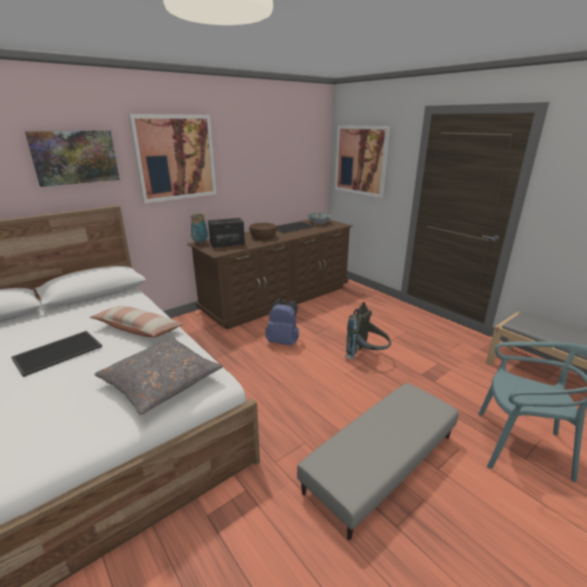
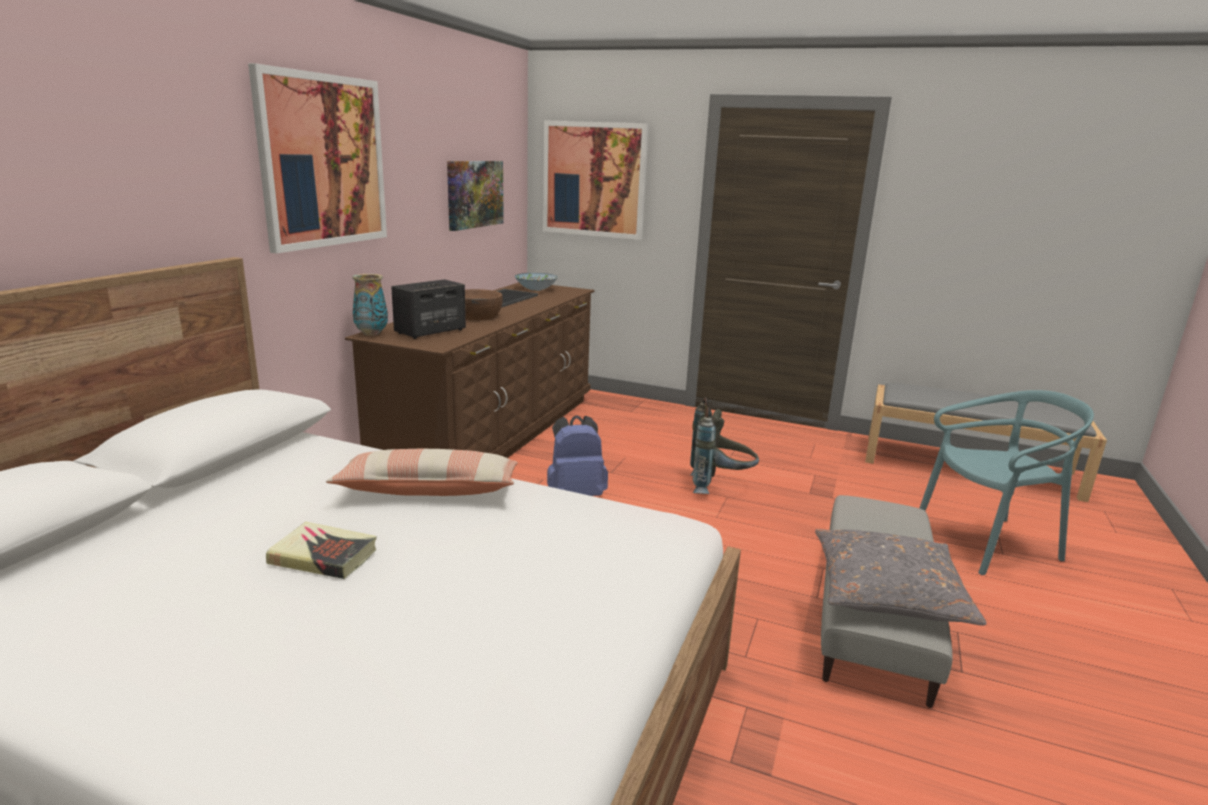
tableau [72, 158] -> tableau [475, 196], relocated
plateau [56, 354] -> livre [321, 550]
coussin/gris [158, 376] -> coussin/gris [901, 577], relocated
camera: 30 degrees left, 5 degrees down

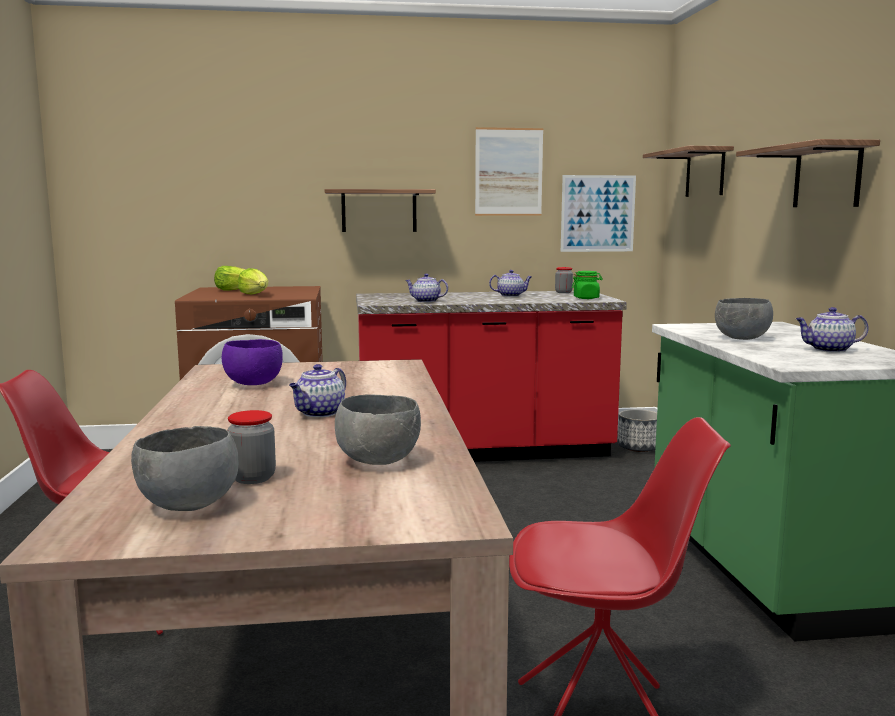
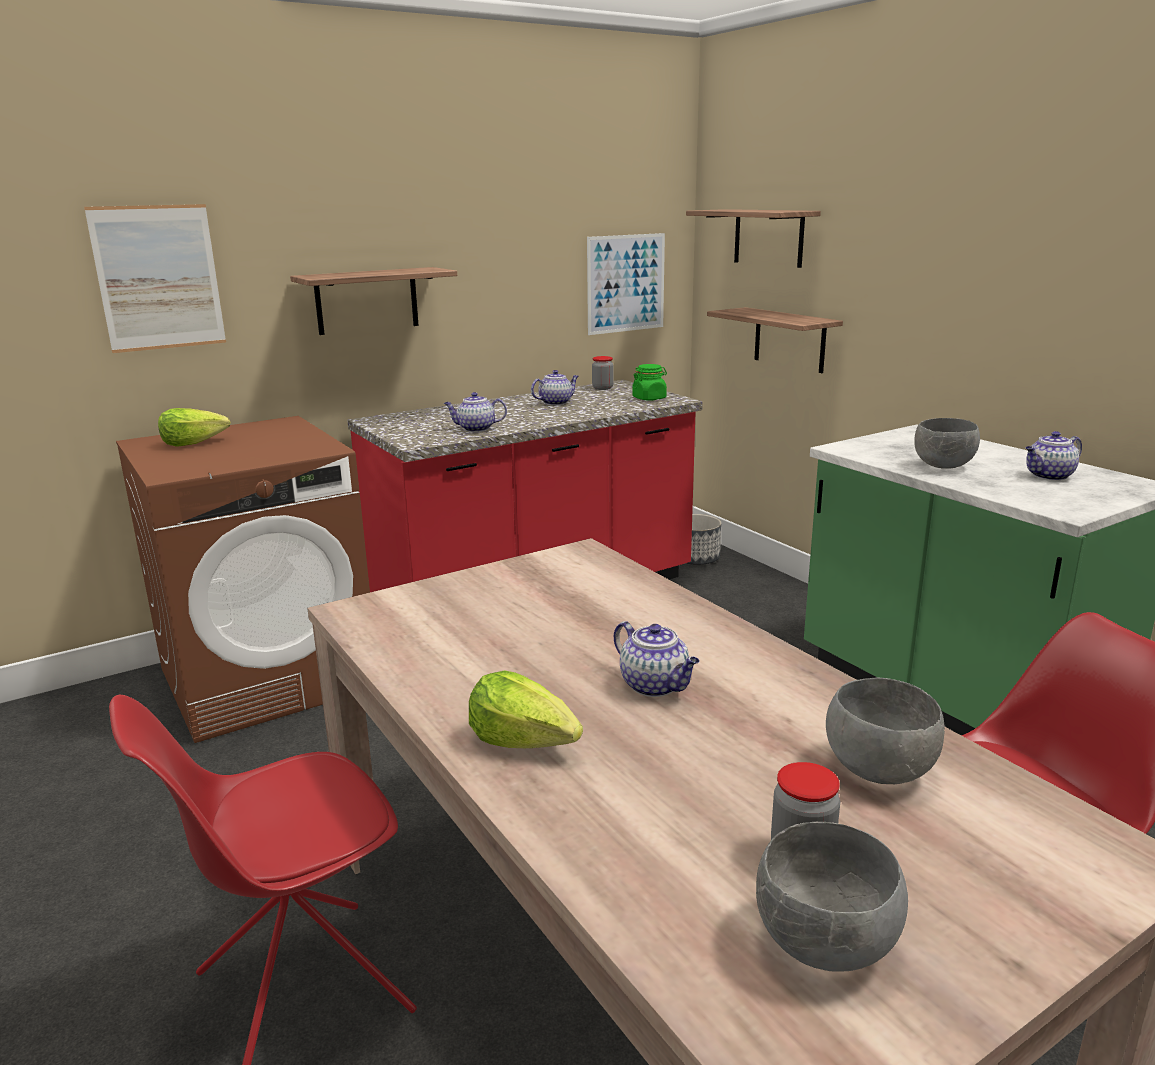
tableau [509, 171] -> tableau [155, 278], relocated
étagère [808, 173] -> étagère [775, 340], relocated
laitue [253, 281] -> laitue [526, 709], relocated
bol/violet [252, 362] -> none
théière [317, 390] -> théière [657, 659], 45 degrees counterclockwise
camera: 25 degrees left, 10 degrees up

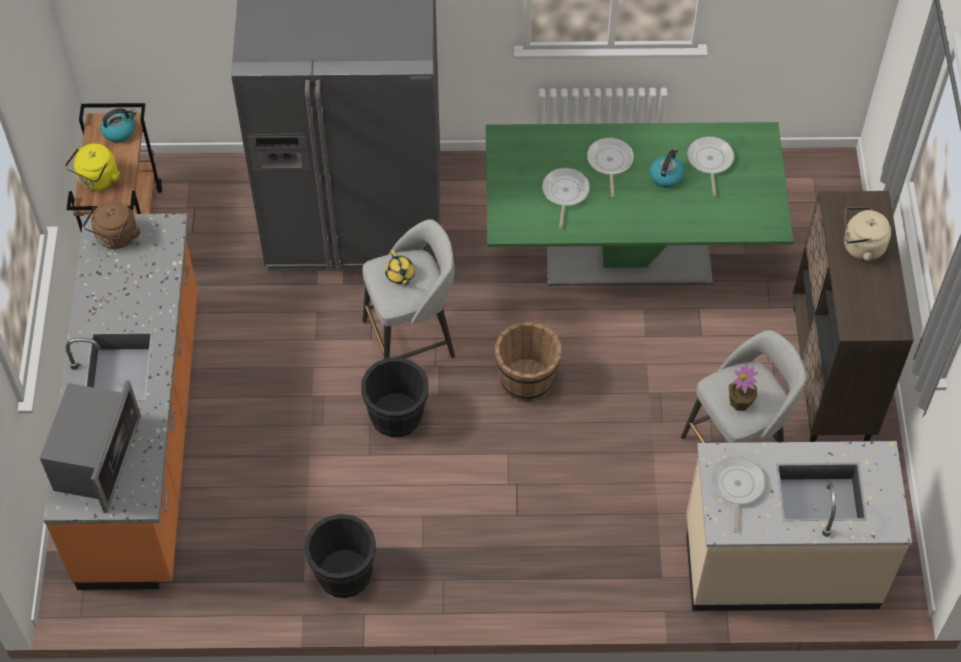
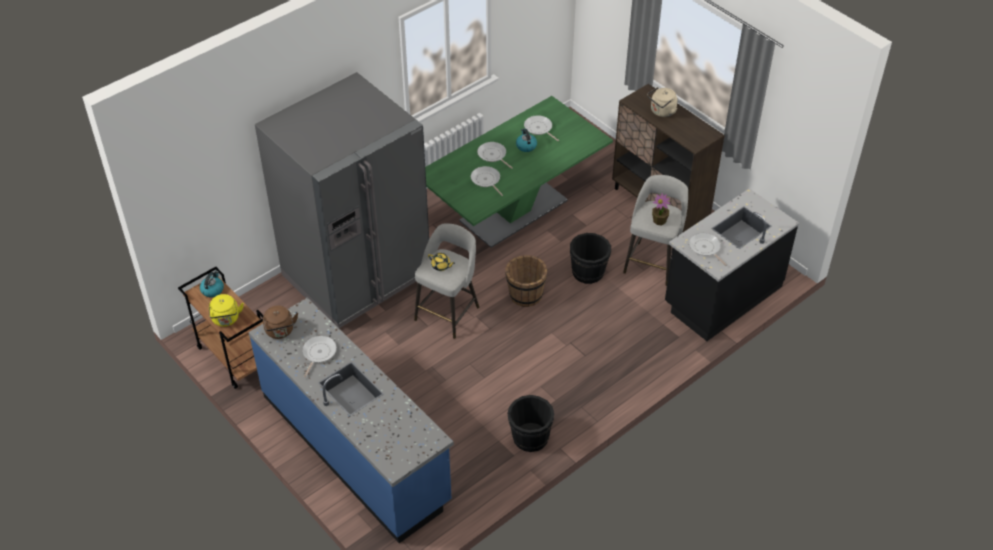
comptoir de cuisine/orange [120, 401] -> comptoir de cuisine/bleu [351, 420]
seau/noir [395, 397] -> seau/noir [590, 258], relocated
micro-ondes [90, 446] -> none
comptoir de cuisine/beige [799, 526] -> comptoir de cuisine/noir [732, 264]
none -> poêle [319, 356]
camera: 40 degrees left, 10 degrees down

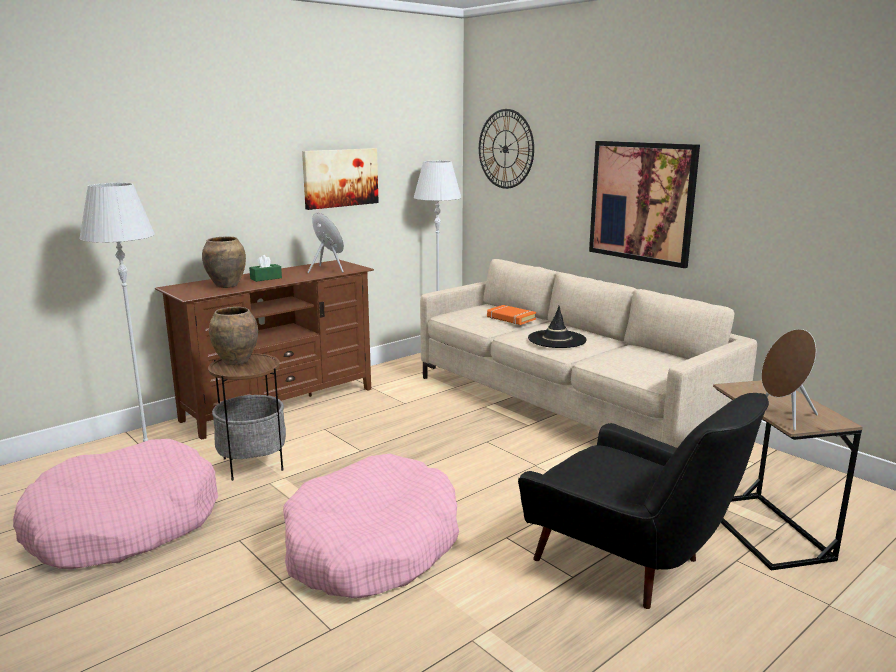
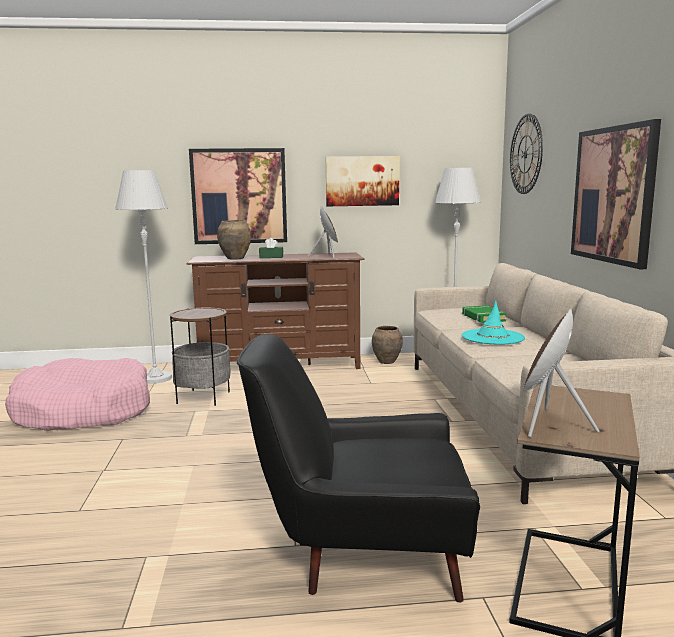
livre/orange [511, 315] -> livre/vert [484, 314]
chapeau/noir [557, 327] -> chapeau/turquoise [493, 323]
vase/marron [233, 336] -> vase/marron [387, 345], relocated
fauteuil/noir [643, 501] -> fauteuil/noir [358, 468], 105 degrees clockwise
panier pour chien/rose [371, 526] -> none
none -> tableau [238, 196]
camera: 35 degrees right, 5 degrees down

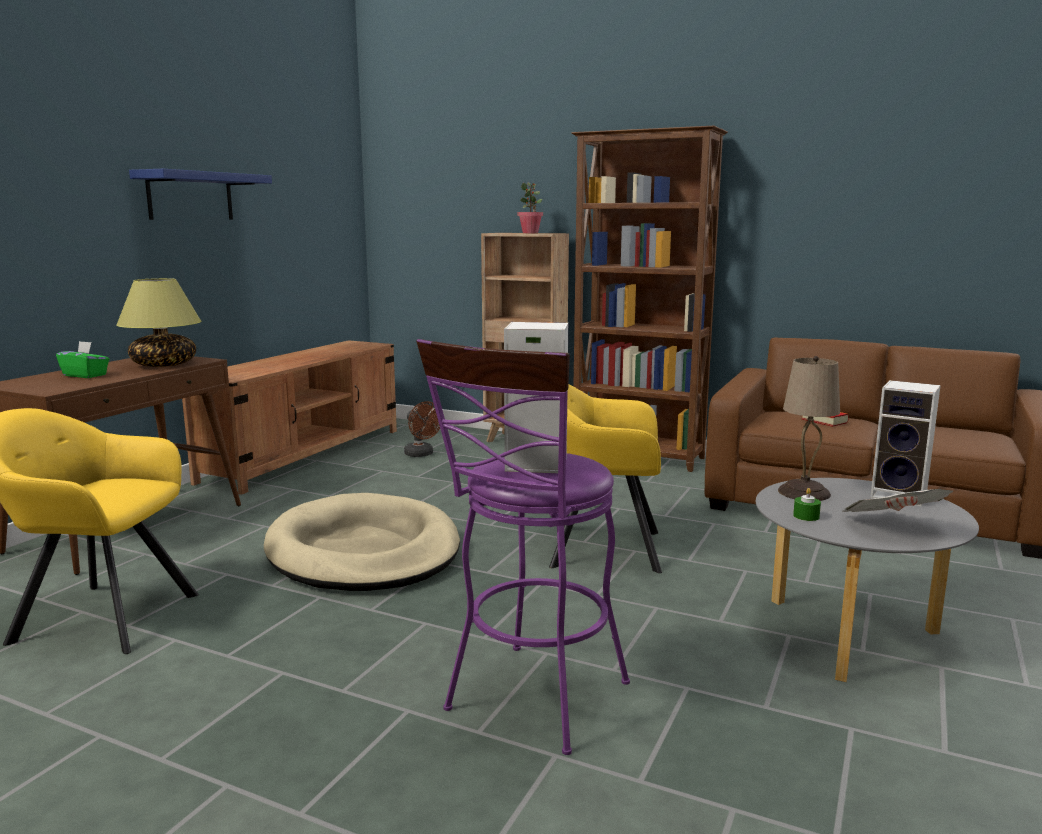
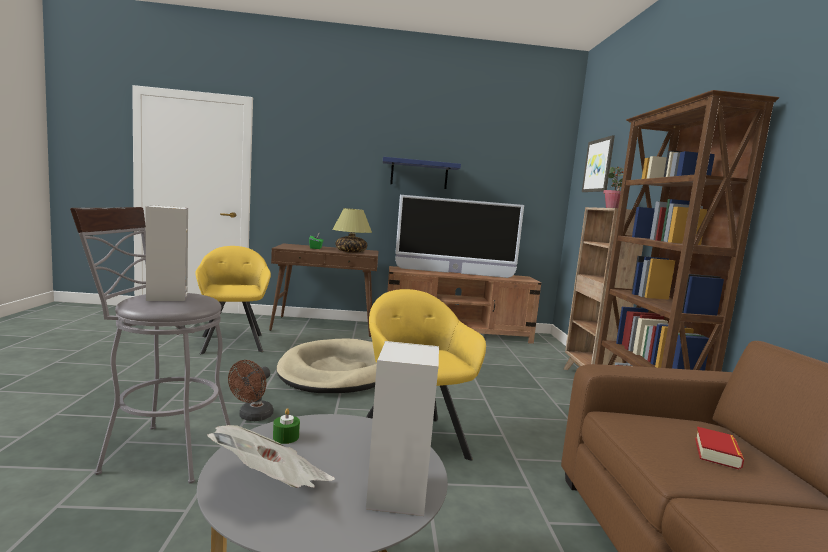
tabouret/violet [523, 547] -> tabouret/gris [150, 345]
lampe de table/beige [809, 428] -> none
ventilateur/marron [422, 429] -> ventilateur/marron [250, 390], relocated
none -> tableau [598, 163]
none -> téléviseur [459, 236]
camera: 60 degrees right, 5 degrees down

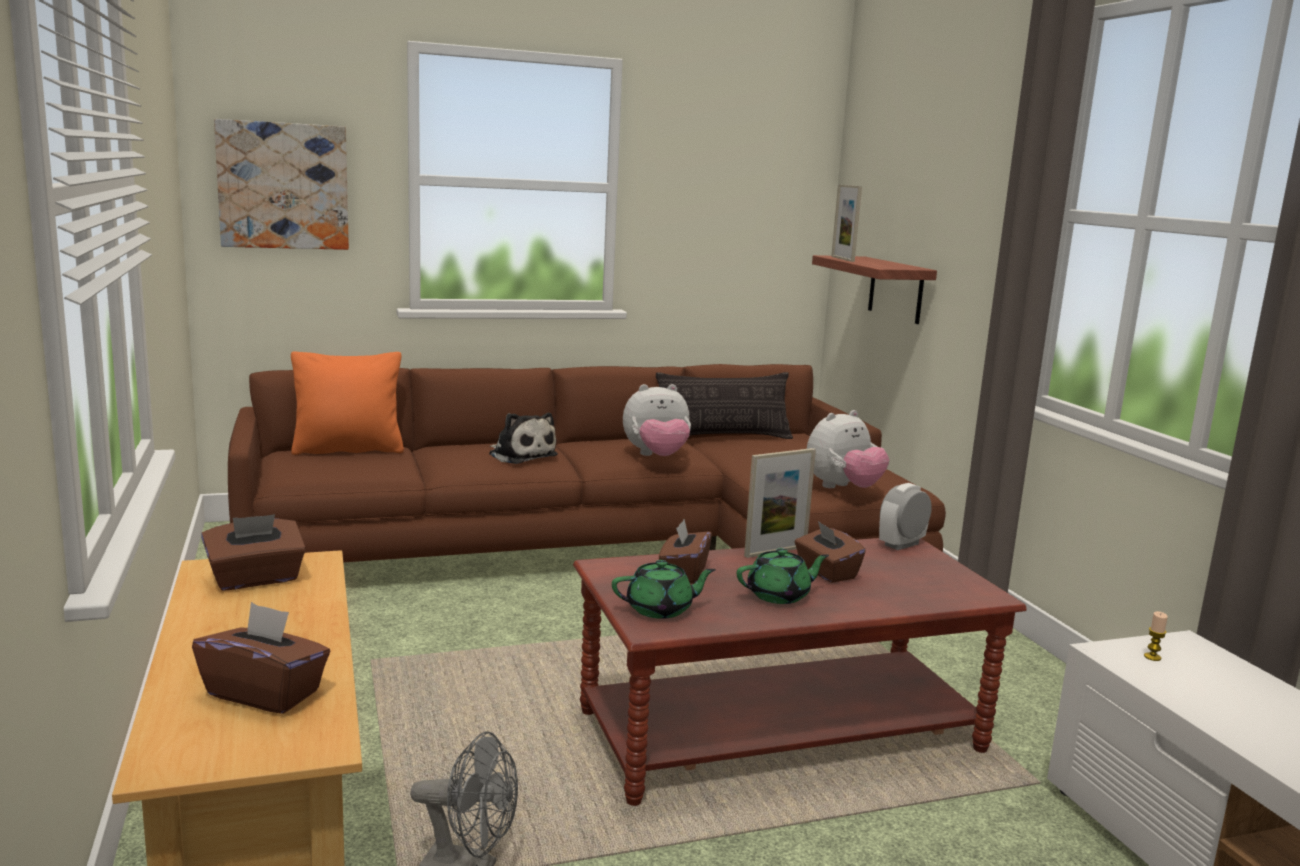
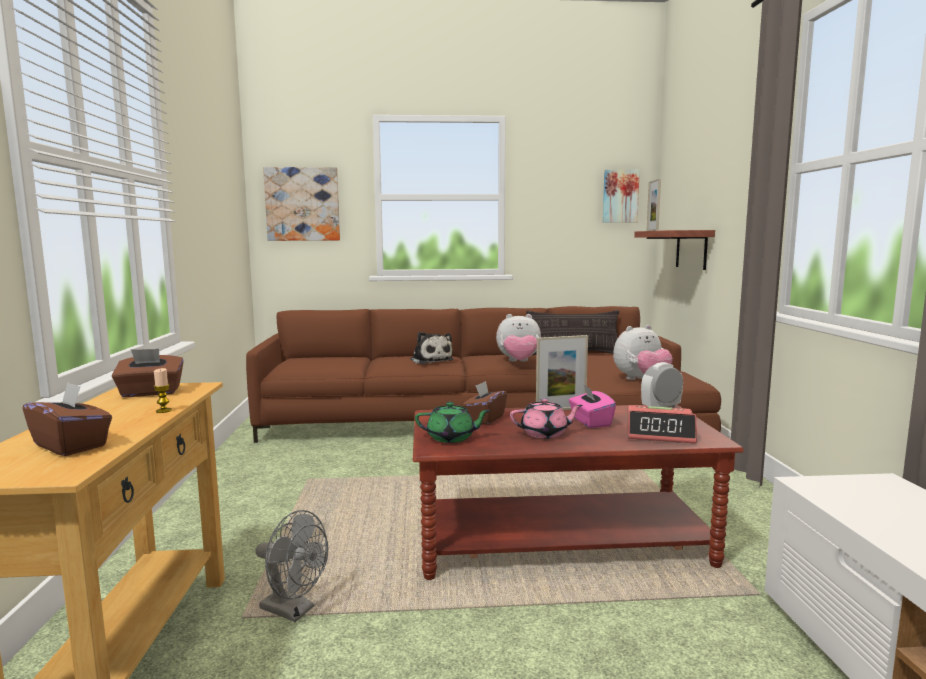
coussin/orange [347, 403] -> none
boîte à mouchoirs/marron [830, 552] -> boîte à mouchoirs/rose [592, 406]
théière/vert [783, 576] -> théière/rose [546, 418]
bougie [1156, 636] -> bougie [163, 390], relocated
none -> tableau [621, 196]
none -> réveil [662, 424]
camera: 15 degrees right, 5 degrees down

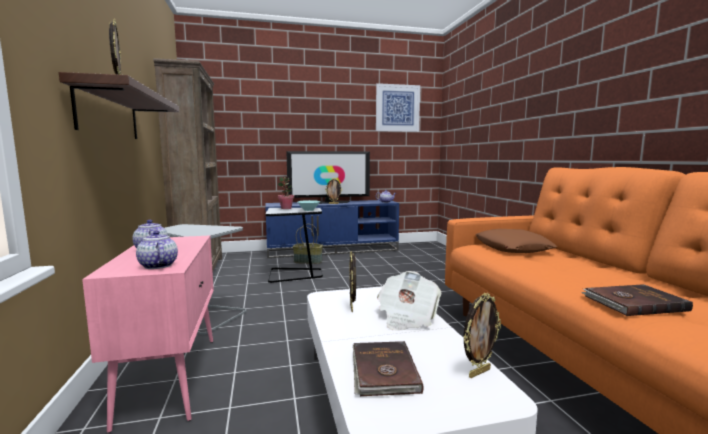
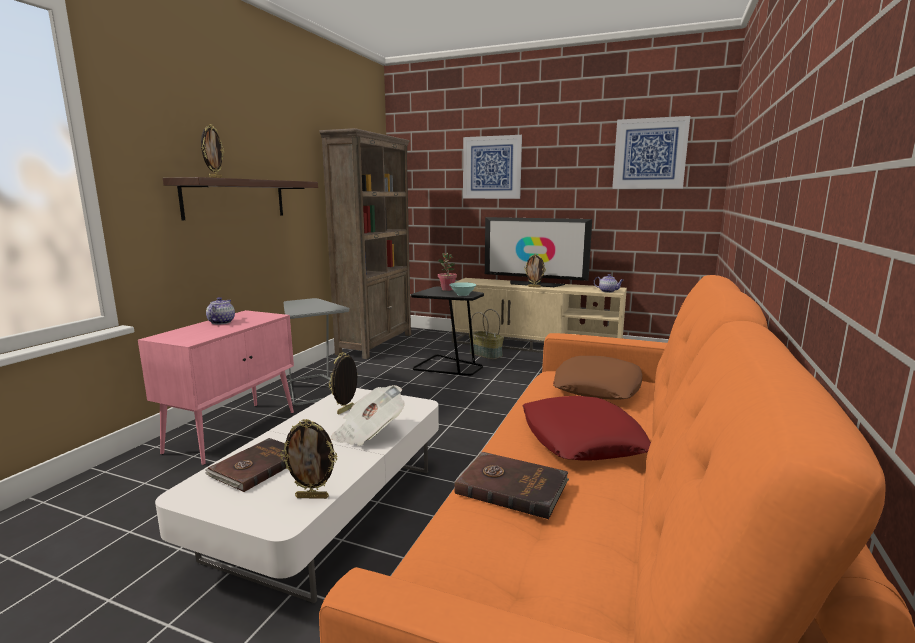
meuble télé/bleu [332, 229] -> meuble télé/beige [539, 315]
théière [157, 249] -> none
none -> tableau [492, 167]
none -> coussin/rouge [587, 428]
camera: 35 degrees right, 5 degrees up

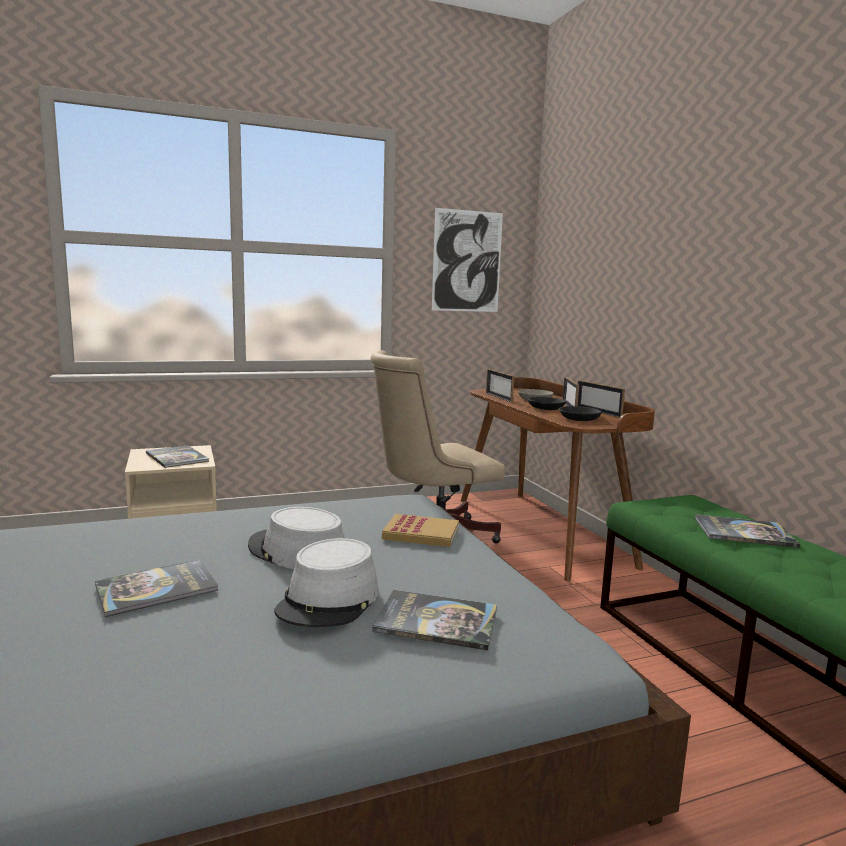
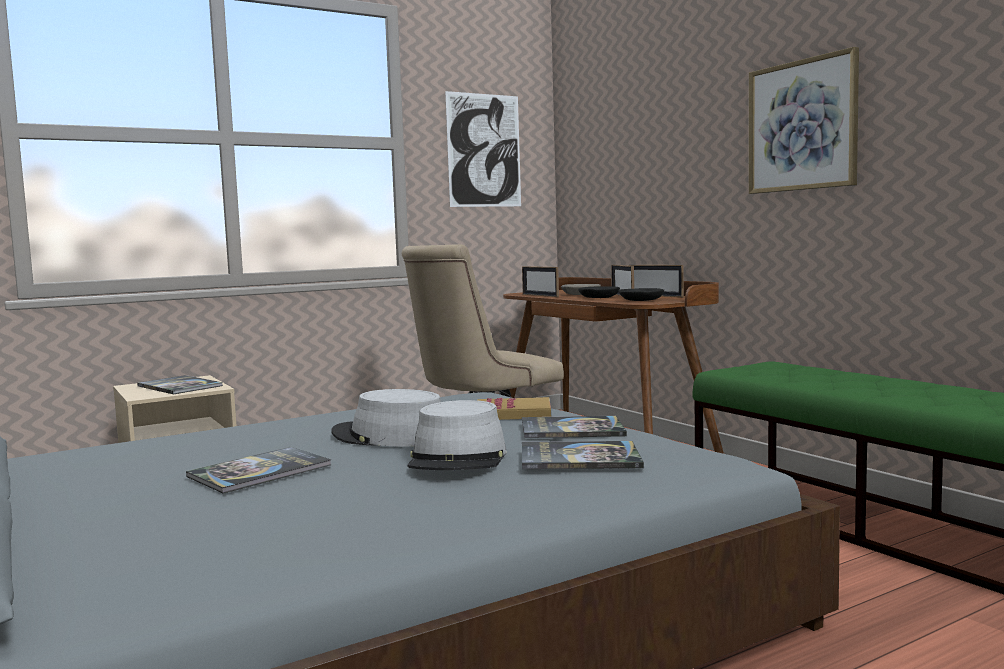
livre [747, 531] -> livre [574, 427], relocated
none -> tableau [804, 120]
camera: 10 degrees left, 5 degrees down

